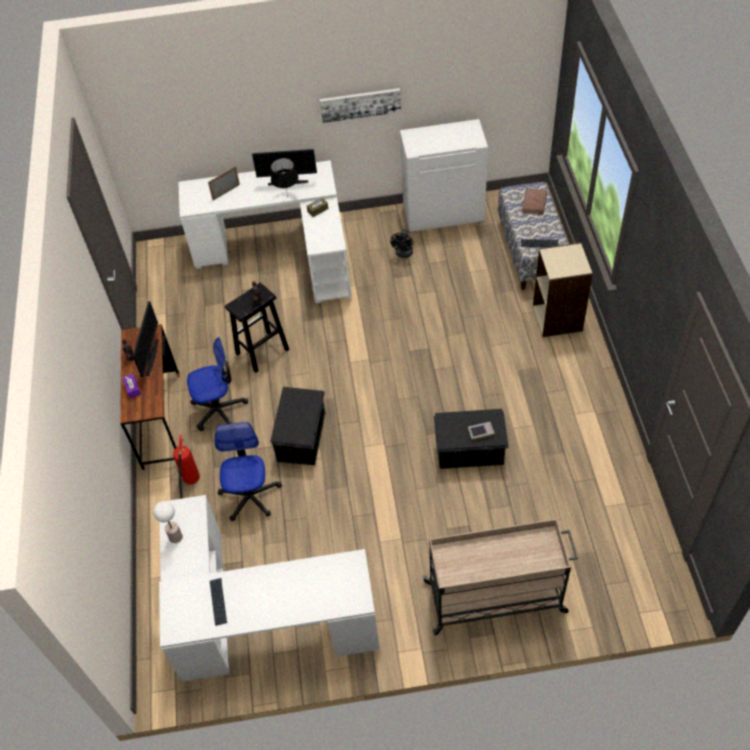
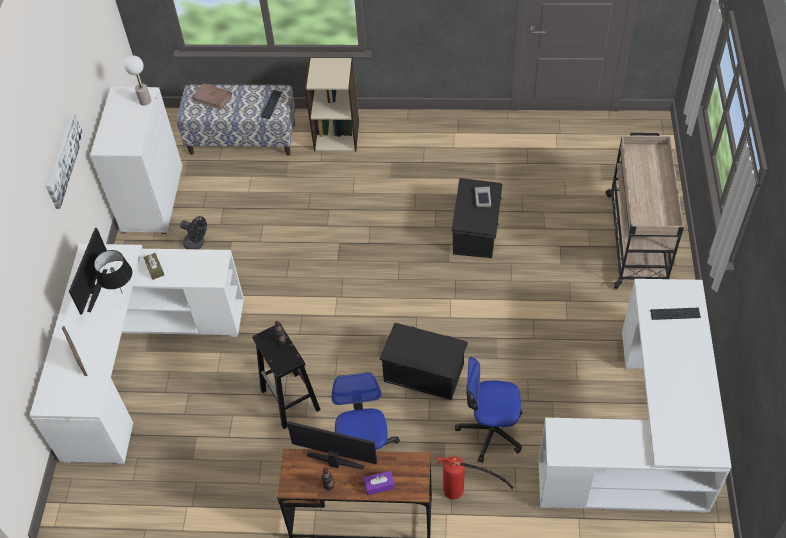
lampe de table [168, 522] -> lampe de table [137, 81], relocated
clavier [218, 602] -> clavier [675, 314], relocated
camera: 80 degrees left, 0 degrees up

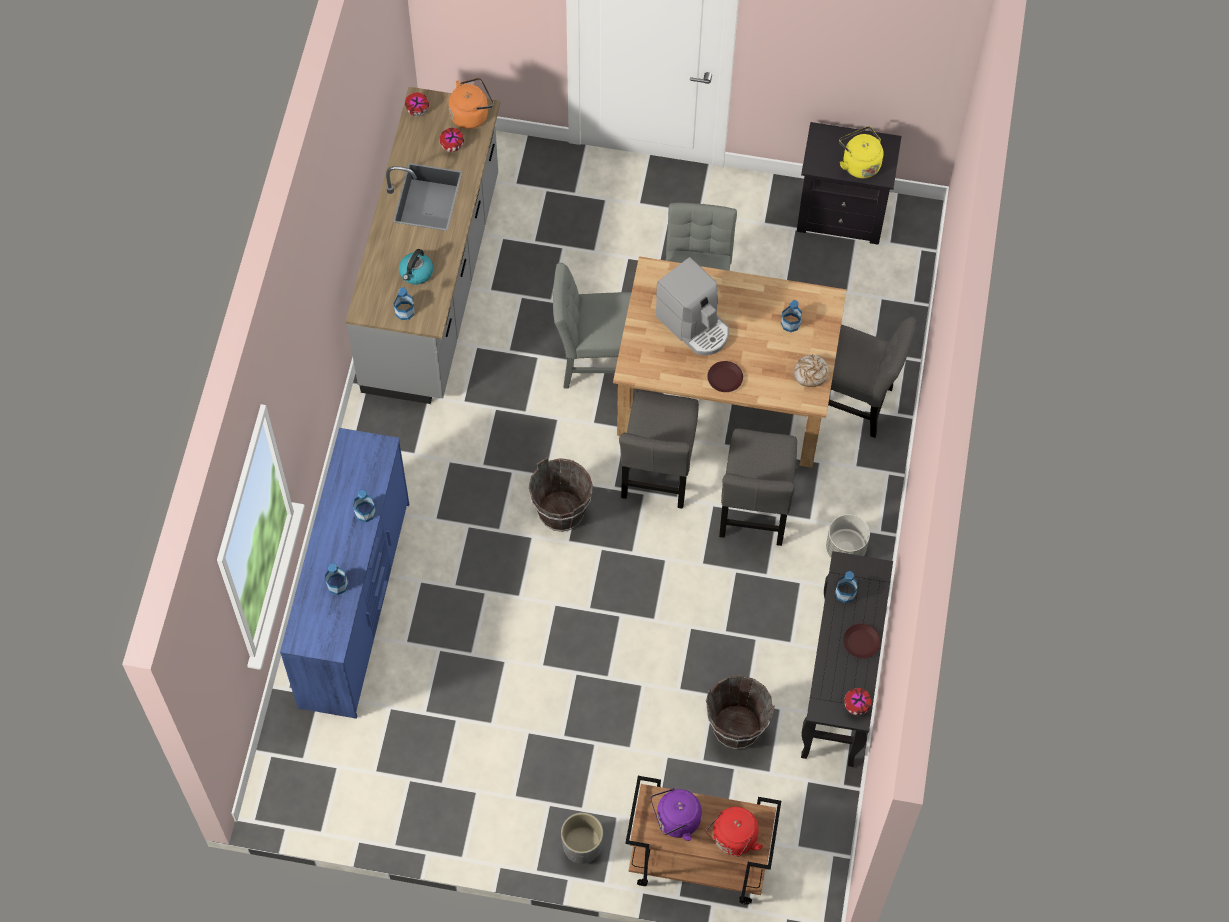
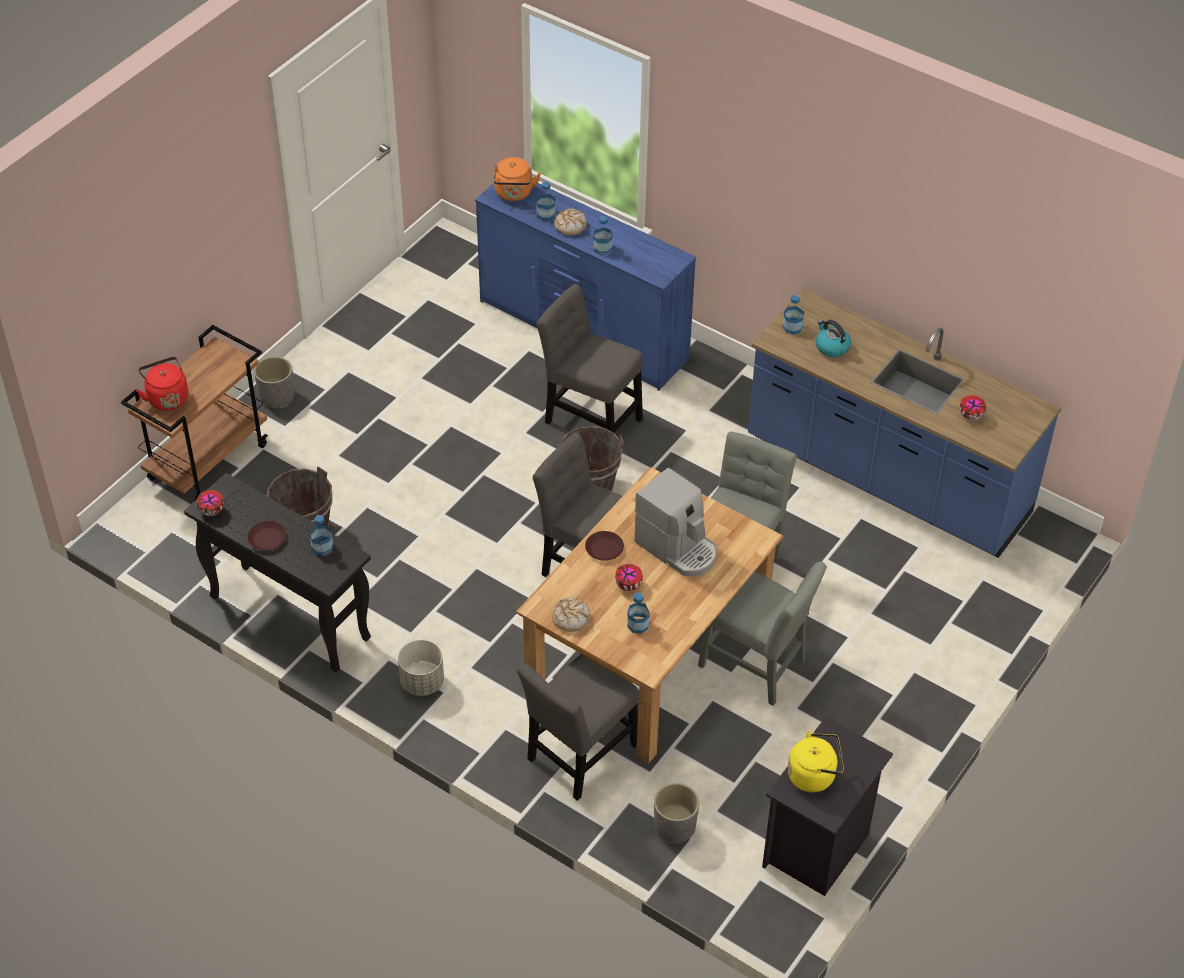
bouilloire/orange [471, 103] -> bouilloire/orange [517, 179], relocated
comptoir de cuisine/gris [423, 245] -> comptoir de cuisine/bleu [904, 423]
bol [417, 105] -> bol [629, 577], relocated
machine à café [692, 306] -> machine à café [675, 521], 120 degrees counterclockwise
chaise/gris [758, 487] -> chaise/gris [590, 358], relocated
bouilloire/violet [676, 814] -> none
none -> pain [570, 222]
none -> cache-pot/gris [676, 813]
camera: 115 degrees right, 15 degrees down

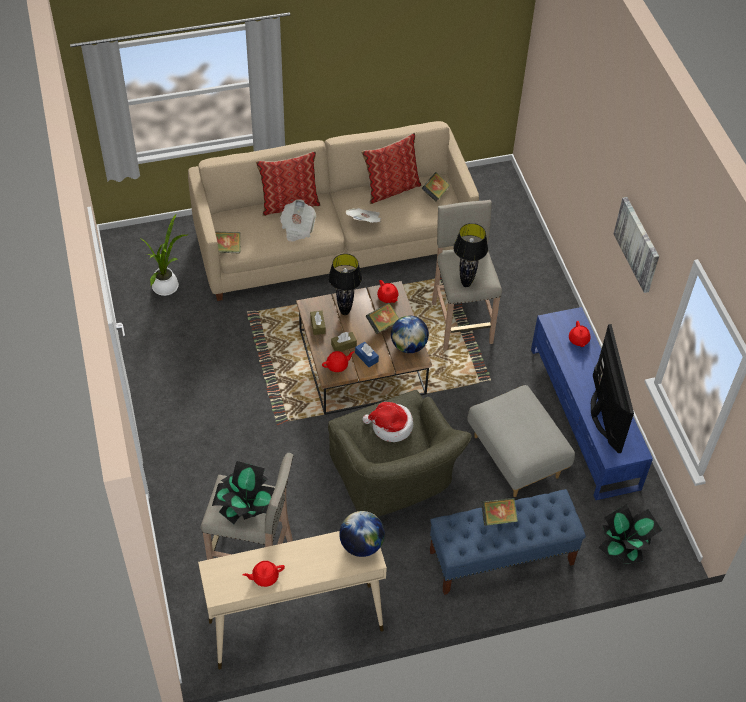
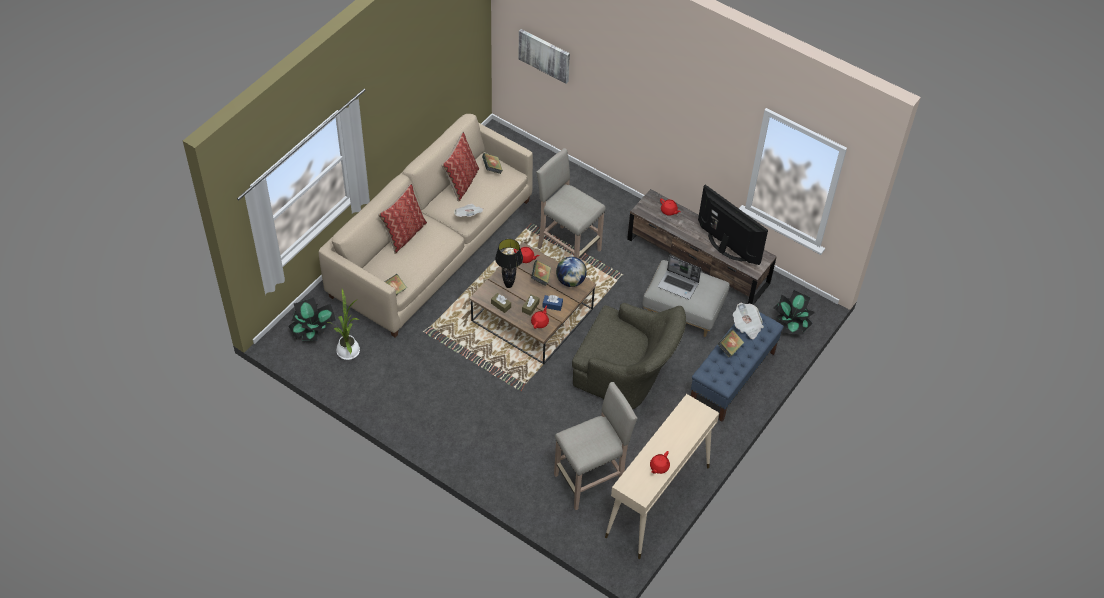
tableau [636, 245] -> tableau [544, 56], relocated
journal [298, 220] -> journal [748, 321], relocated
lampe de table/noir [470, 255] -> none
meuble télé/bleu [592, 403] -> meuble télé/marron [702, 247]
chapeau [388, 422] -> none
plante en pot [243, 492] -> plante en pot [312, 319], relocated
globe [362, 534] -> none
none -> ordinateur portable [679, 277]
camera: 40 degrees left, 0 degrees up

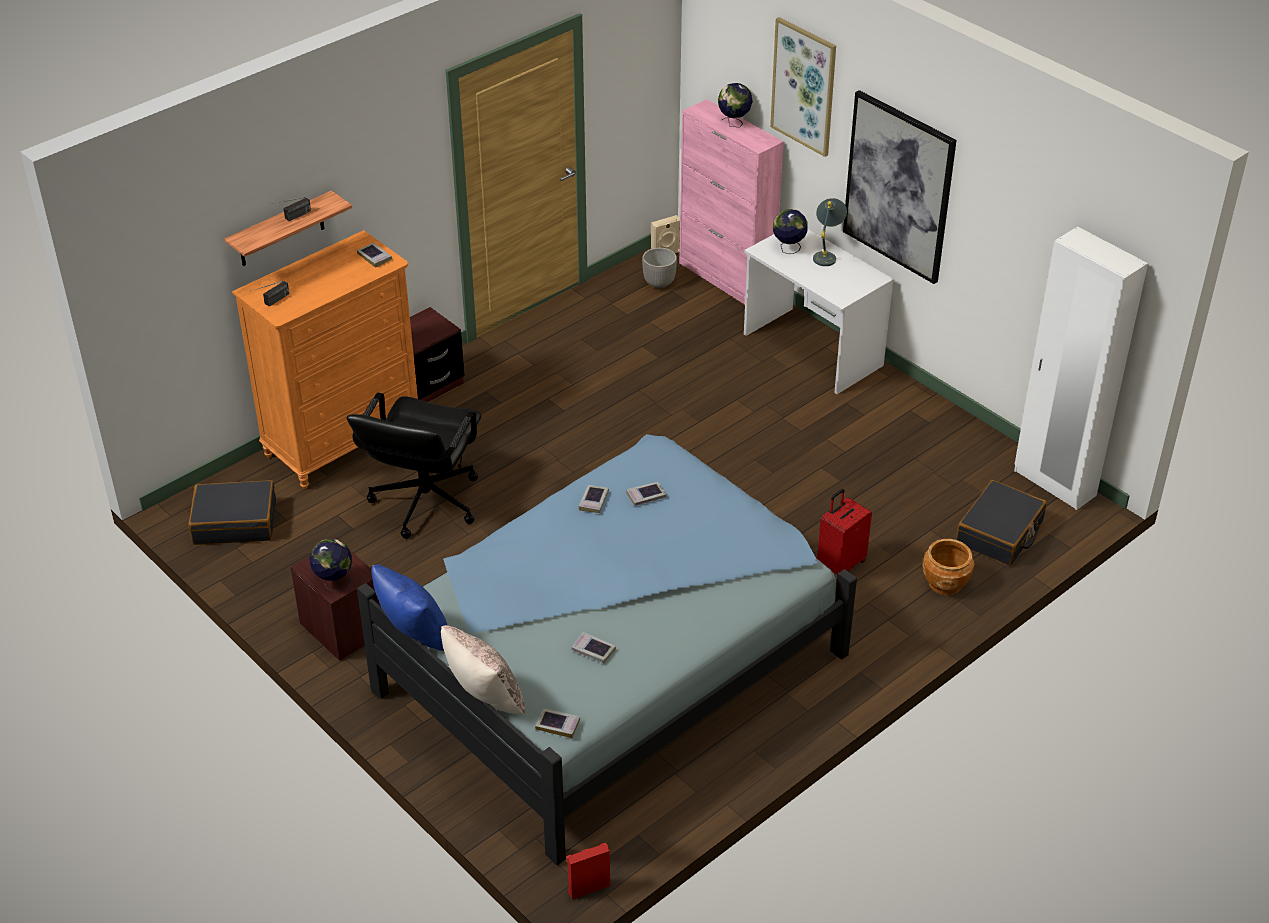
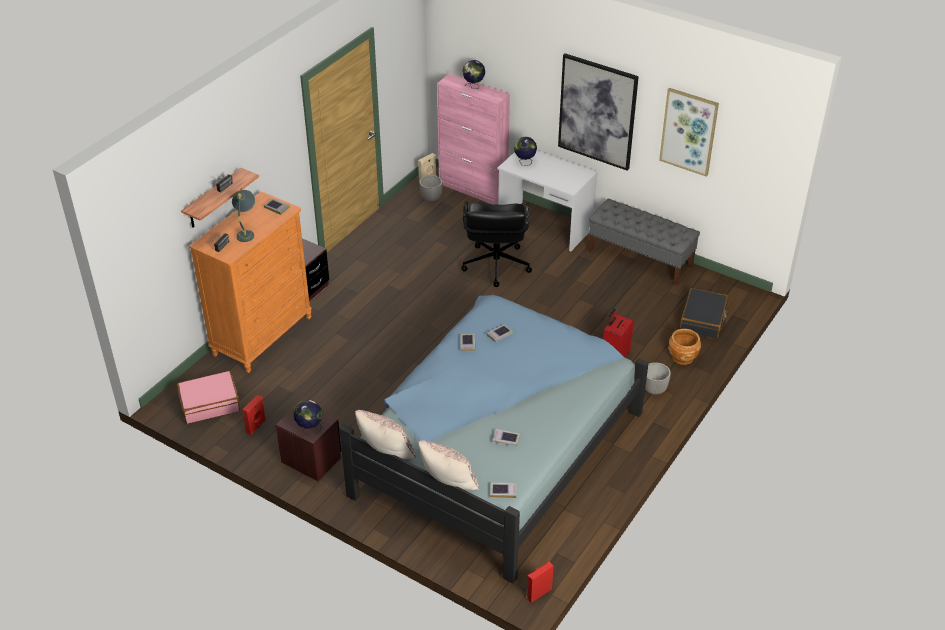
tableau [803, 87] -> tableau [689, 132], relocated
lampe de table/gris [830, 232] -> lampe de table/gris [243, 216], relocated
armoire/blanc [1081, 368] -> none
chaise de bureau/noir [414, 466] -> chaise de bureau/noir [496, 244], relocated
valise/noir [232, 512] -> valise/rose [208, 397]
coussin/bleu [409, 608] -> coussin/beige [385, 434]
none -> banc/gris [644, 242]
none -> cache-pot [658, 378]
none -> enceinte/rouge [254, 414]
camera: 15 degrees left, 0 degrees up

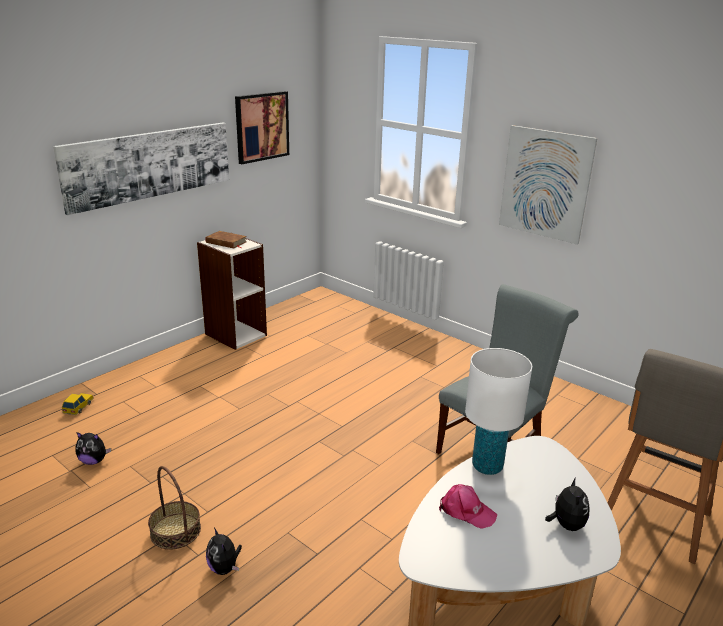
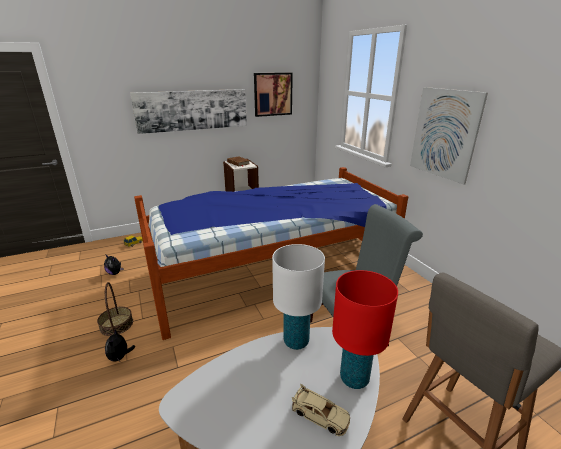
peluche [567, 504] -> petite voiture/beige [321, 410]
casquette/rose [468, 506] -> none
none -> lit [271, 253]
none -> lampe de table/rouge [365, 329]
camera: 25 degrees right, 0 degrees up

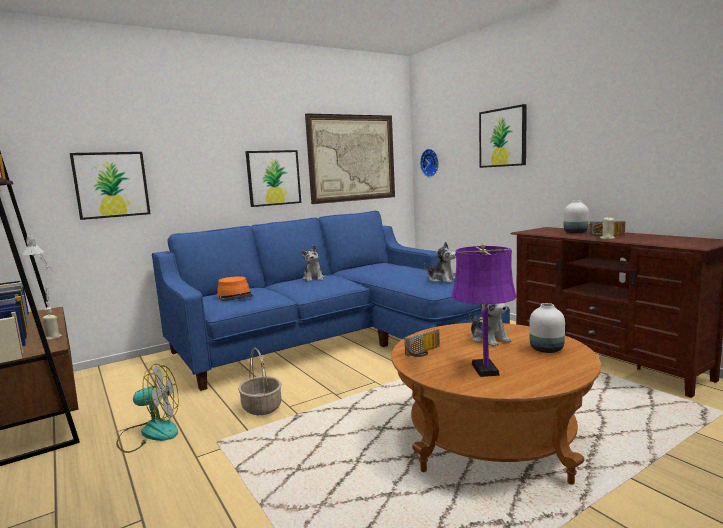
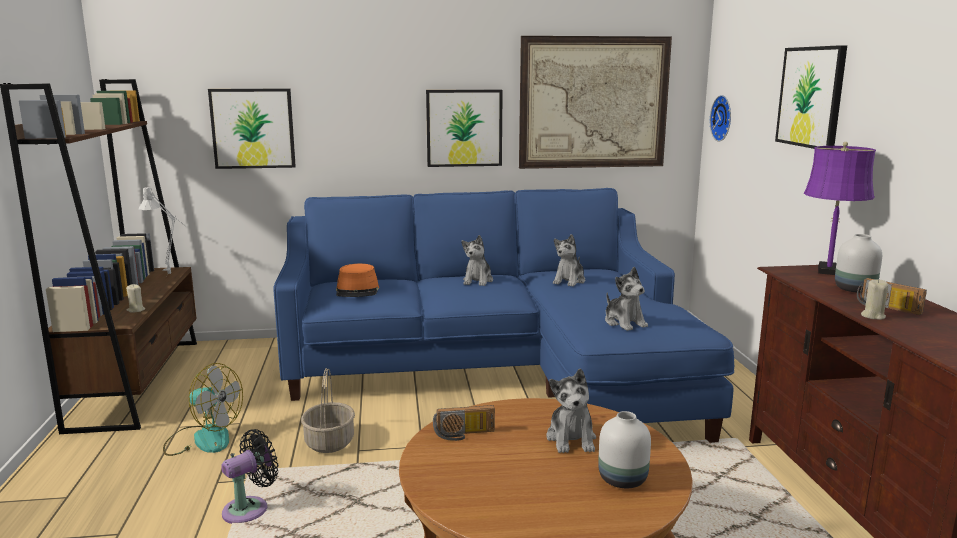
lampe de table/violet [484, 310] -> lampe de table/violet [840, 208], relocated
none -> peluche [569, 260]
none -> ventilateur/noir [249, 476]
camera: 25 degrees right, 5 degrees up

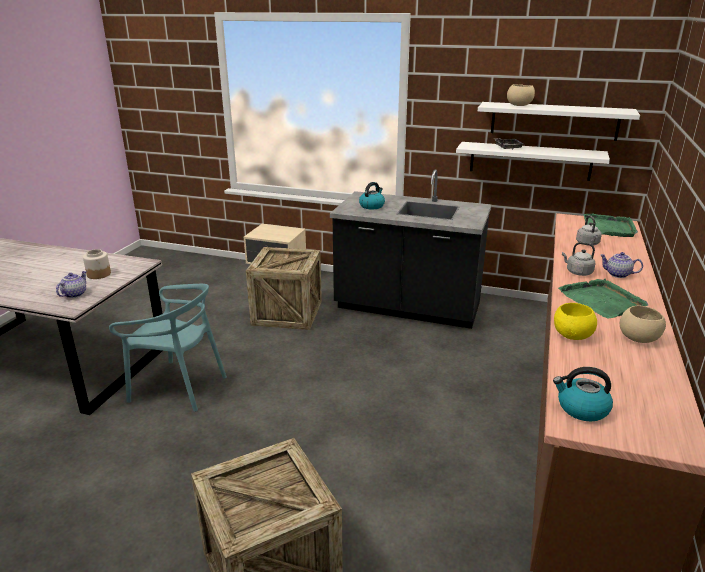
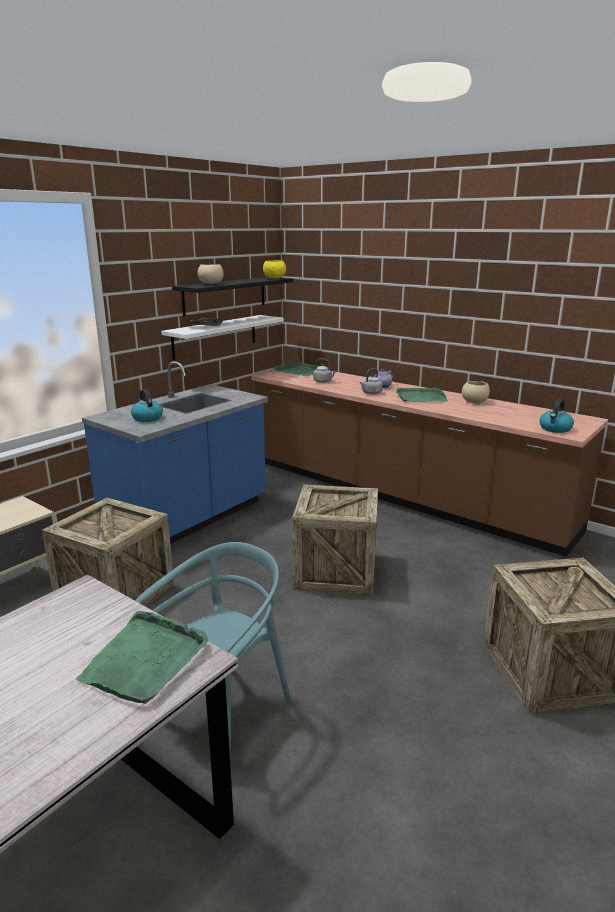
étagère/blanc [559, 121] -> étagère/noir [232, 296]
comptoir de cuisine/noir [411, 249] -> comptoir de cuisine/bleu [175, 452]
bocal [97, 264] -> none
théière [71, 284] -> plateau/vert [142, 657]
bol/jaune [575, 321] -> bol/jaune [274, 269], relocated
none -> caisse [335, 539]
camera: 70 degrees left, 5 degrees down

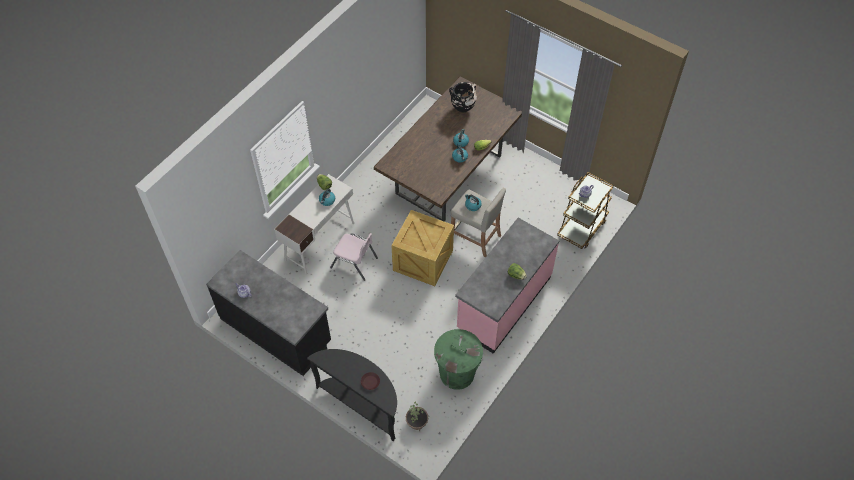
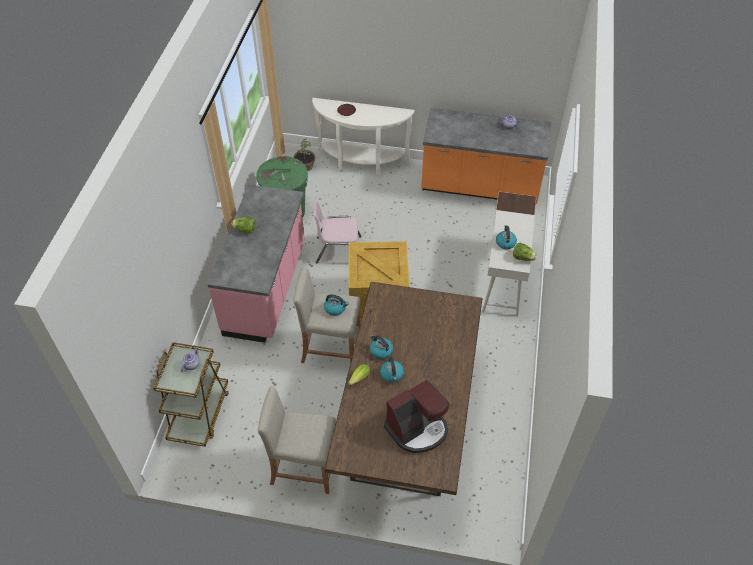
vase/noir [463, 97] -> machine à café [416, 416]
chaise/rose [354, 257] -> chaise/rose [338, 232], relocated
comptoir de cuisine/noir [268, 313] -> comptoir de cuisine/orange [486, 155]
table console/noir [352, 395] -> table console/blanc [363, 136]
none -> tabouret/beige [297, 440]
camera: 155 degrees right, 5 degrees down

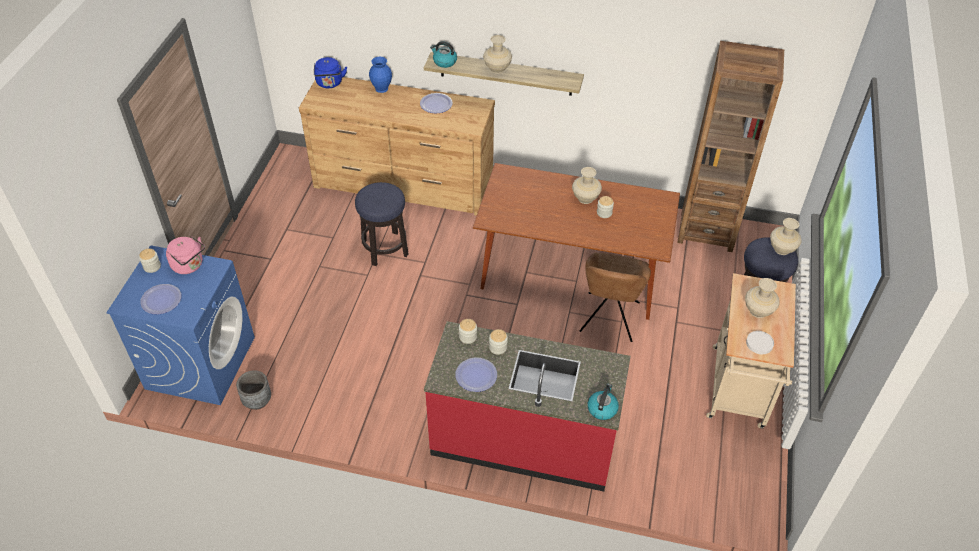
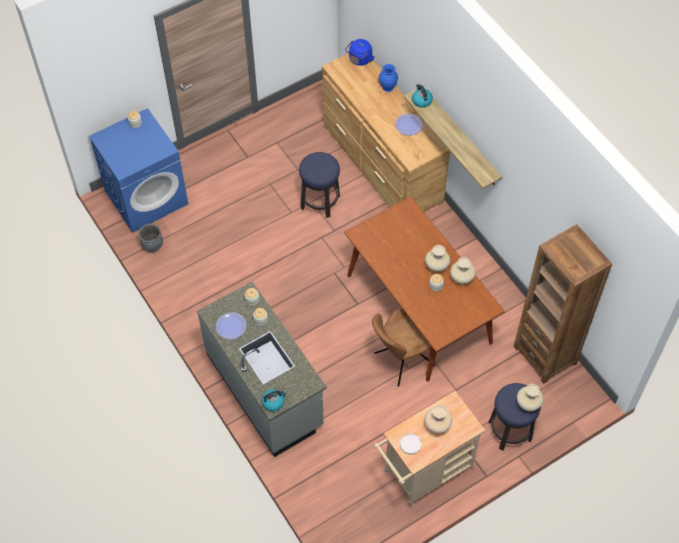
vase/beige [497, 54] -> vase/beige [463, 271], relocated
bouilloire/rose [185, 255] -> none
assiette [160, 299] -> none
comptoir de cuisine/rouge [527, 406] -> comptoir de cuisine/gris [262, 369]
camera: 45 degrees right, 10 degrees up

